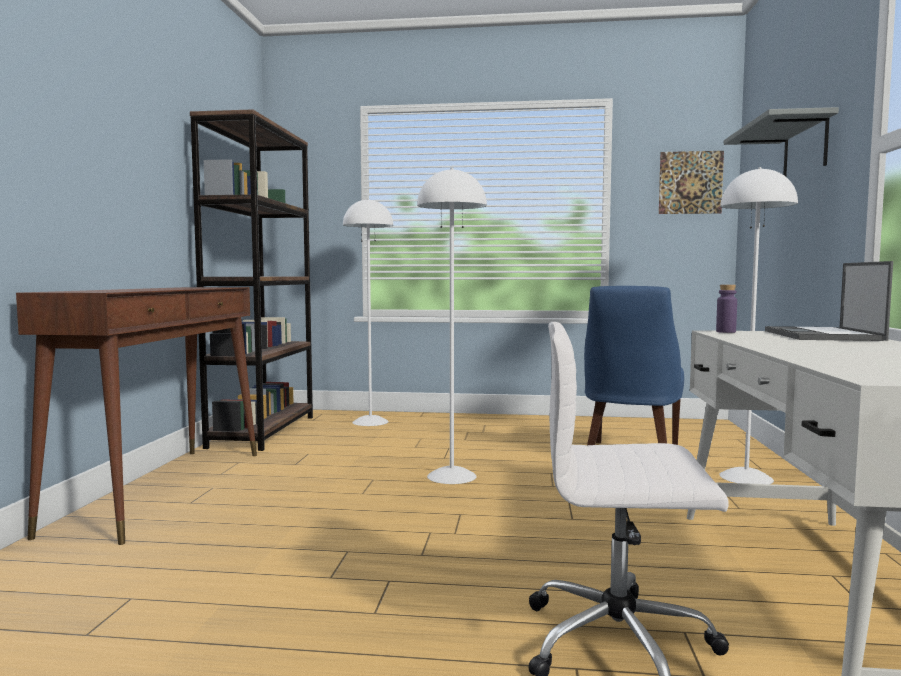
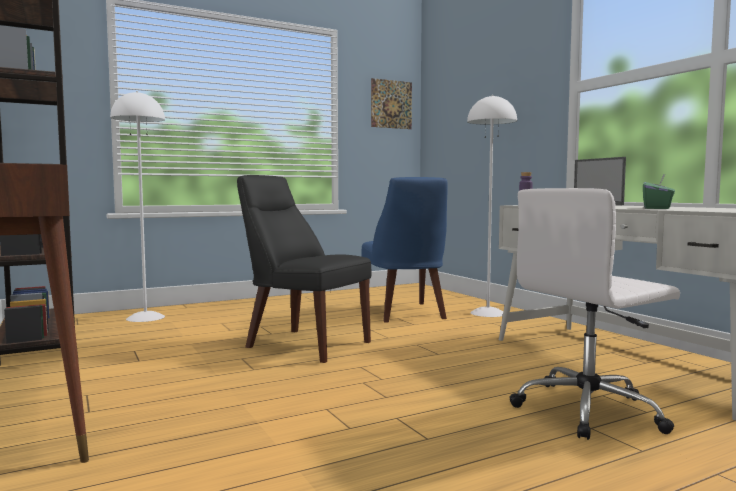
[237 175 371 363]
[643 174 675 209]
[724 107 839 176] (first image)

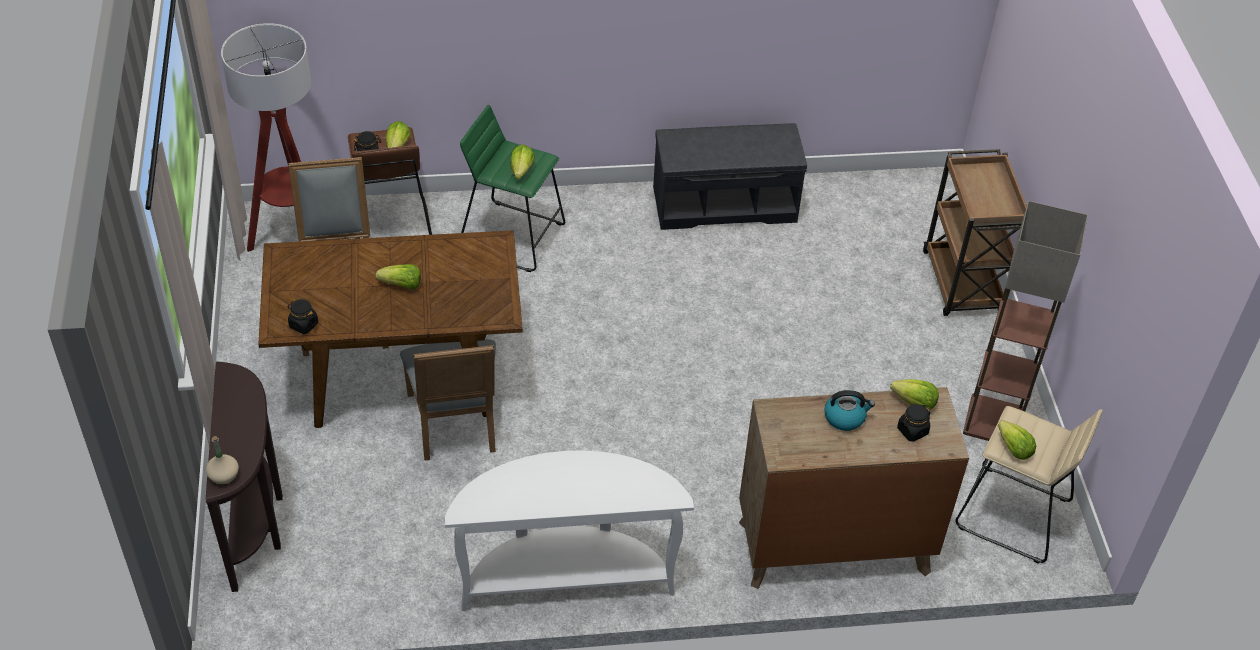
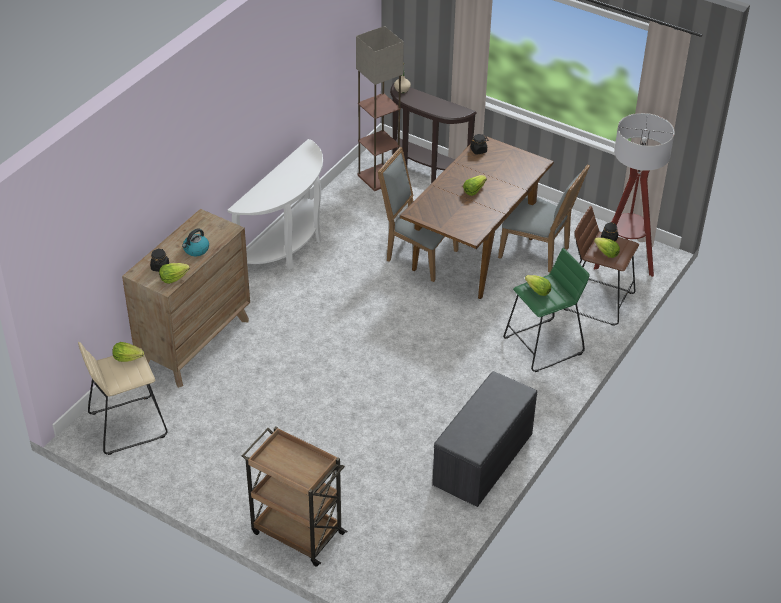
[356 26 404 191]

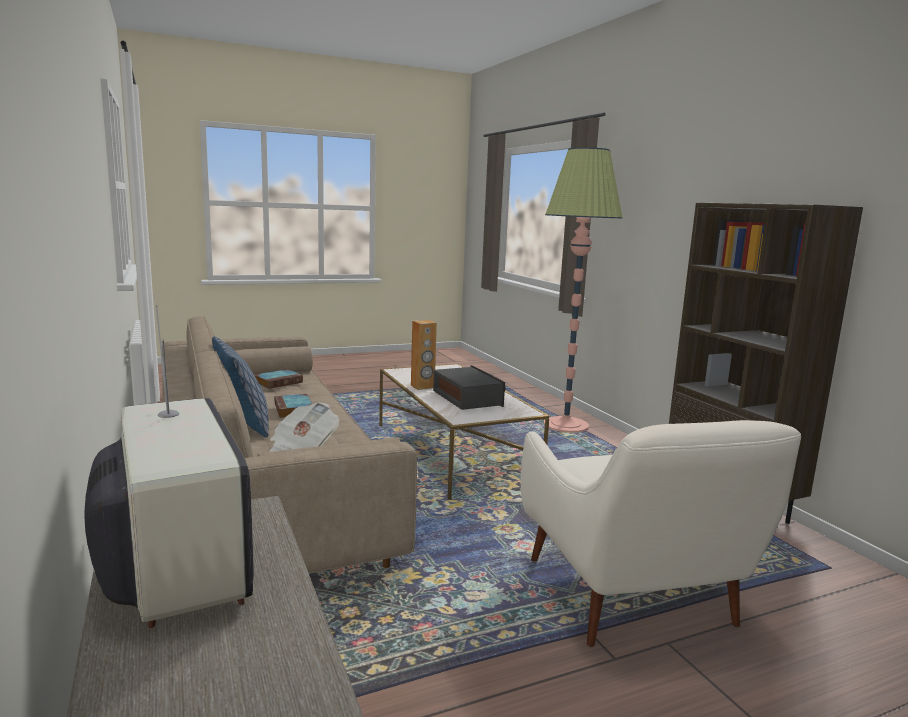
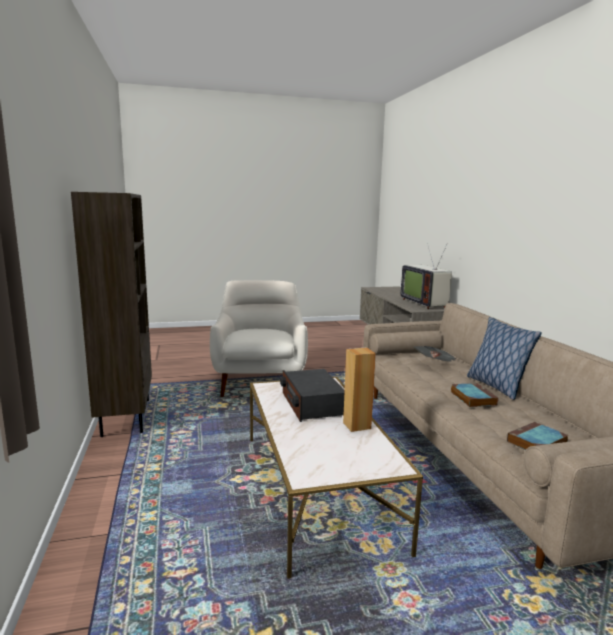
[544 147 623 433] (first image)

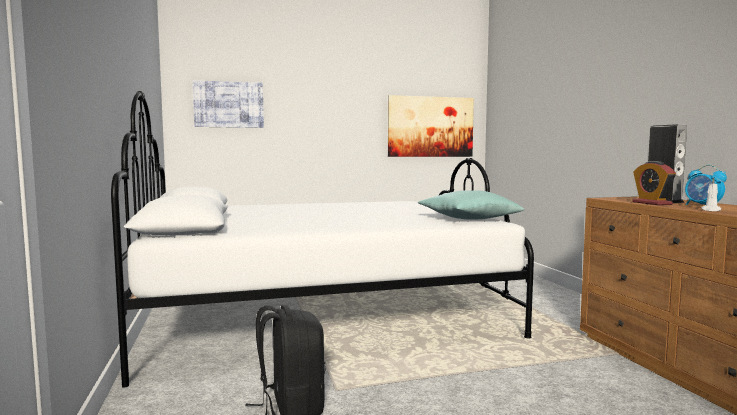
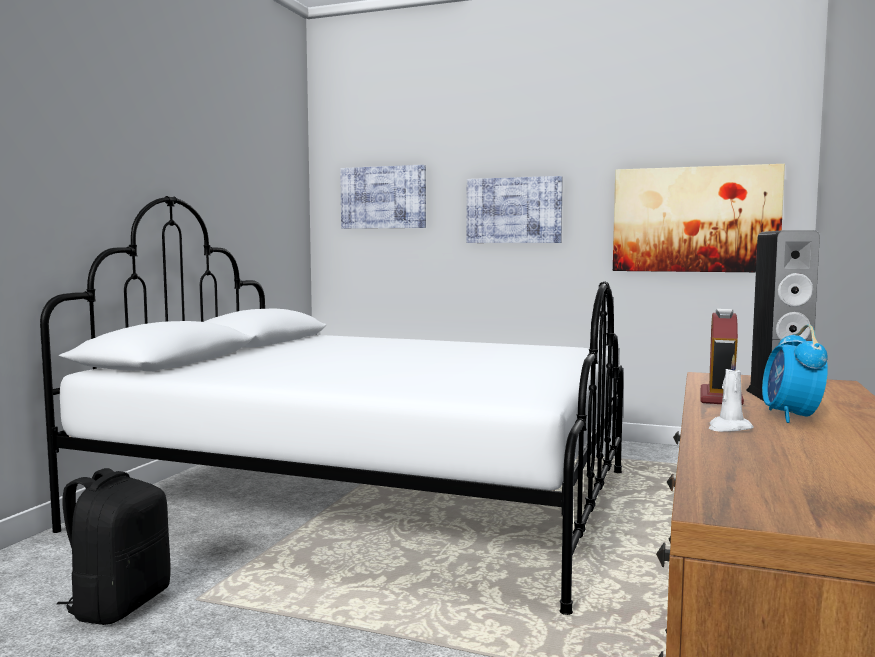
[466 176 563 243]
[418 190 525 220] (first image)

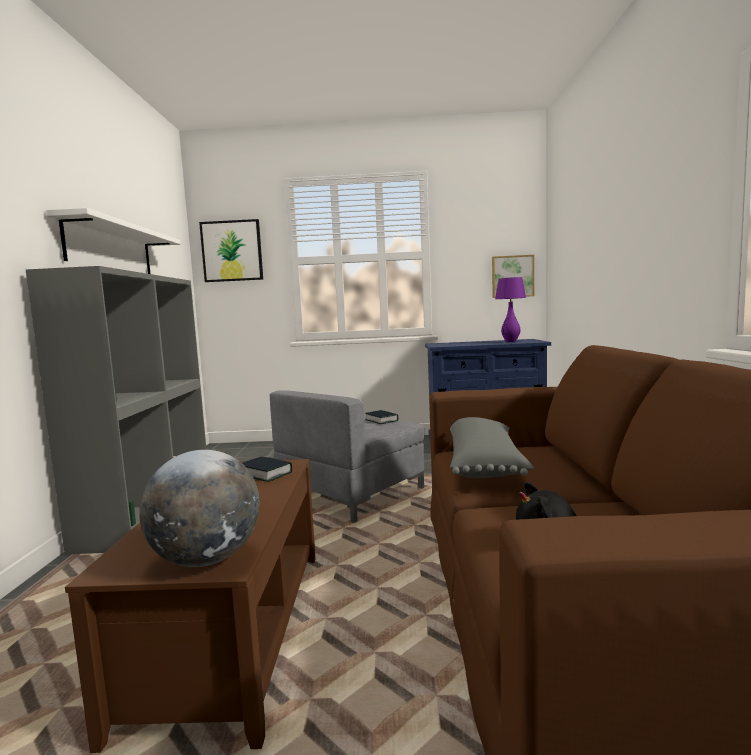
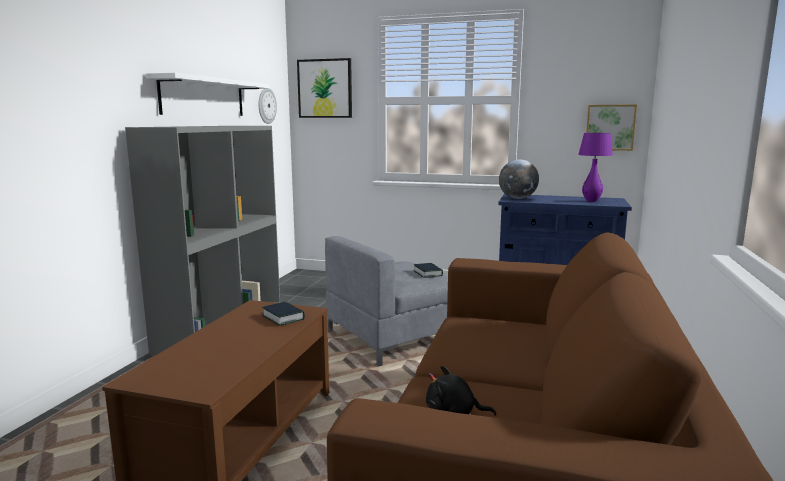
[259 88 277 124]
[499 159 539 199]
[450 417 534 478] (first image)

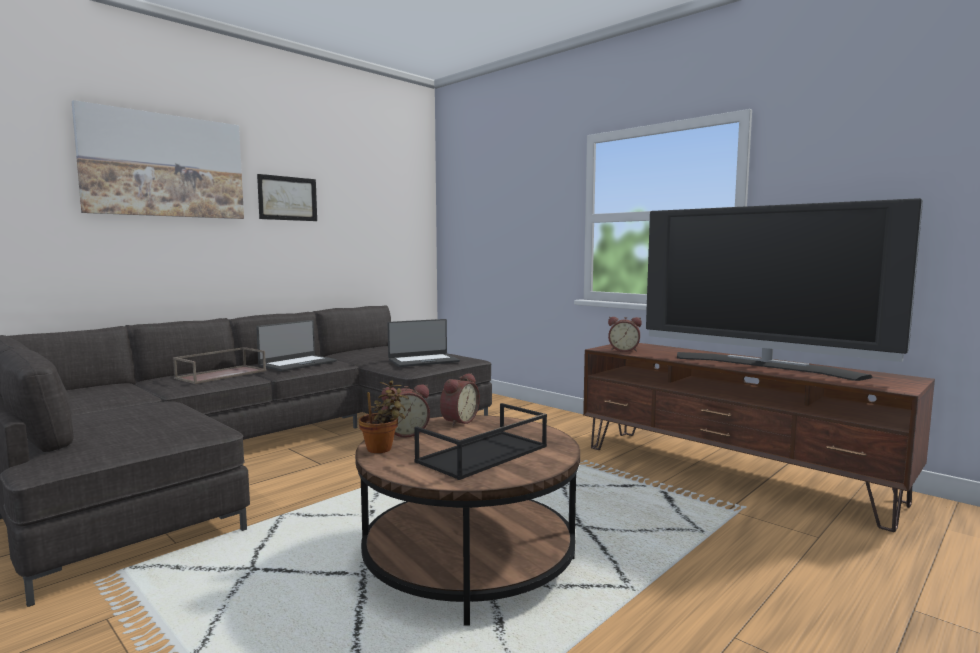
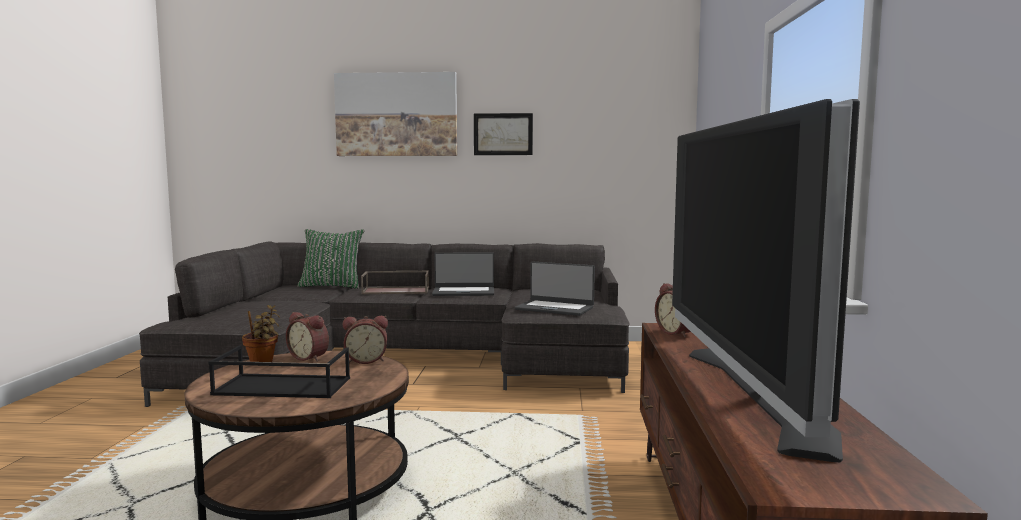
[297 229 364 289]

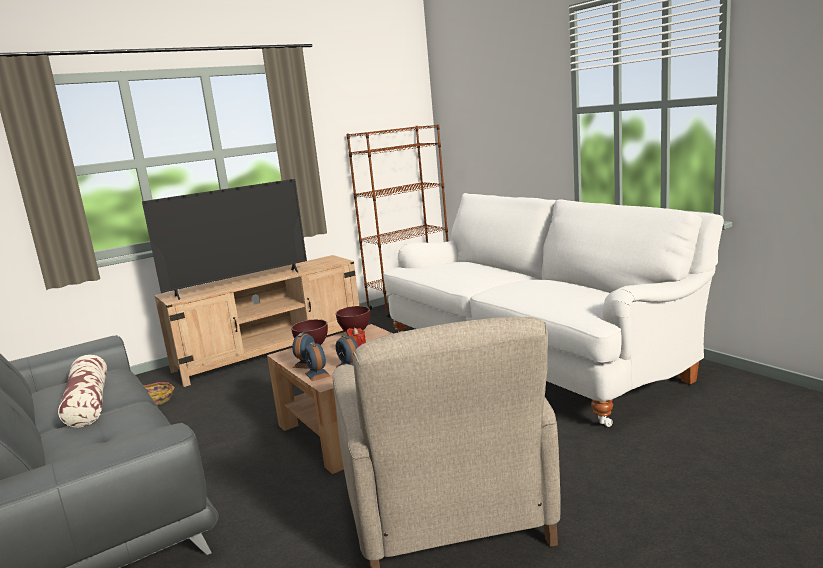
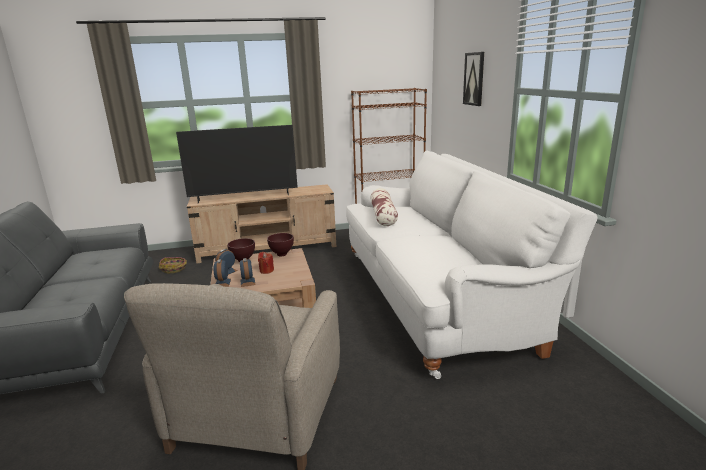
[370 188 398 226]
[463 52 484 106]

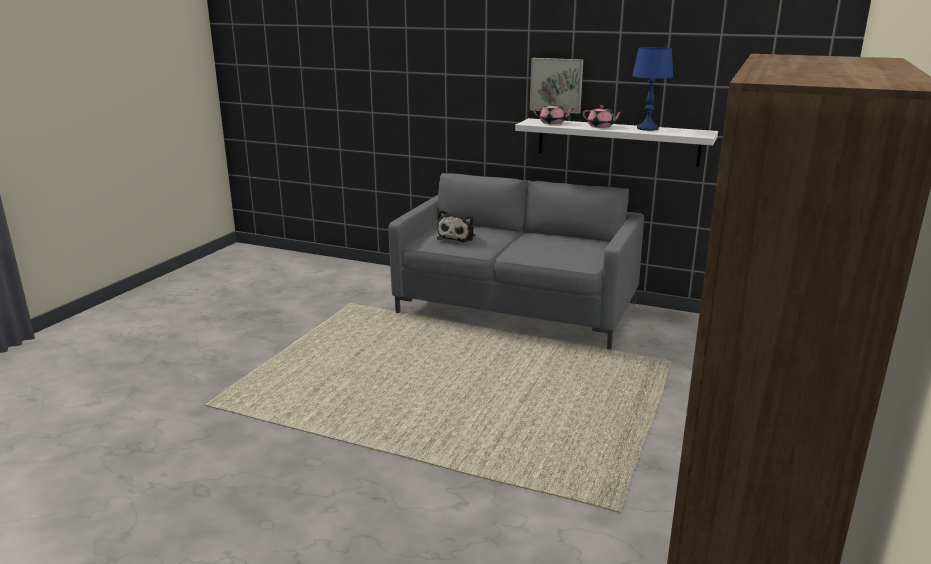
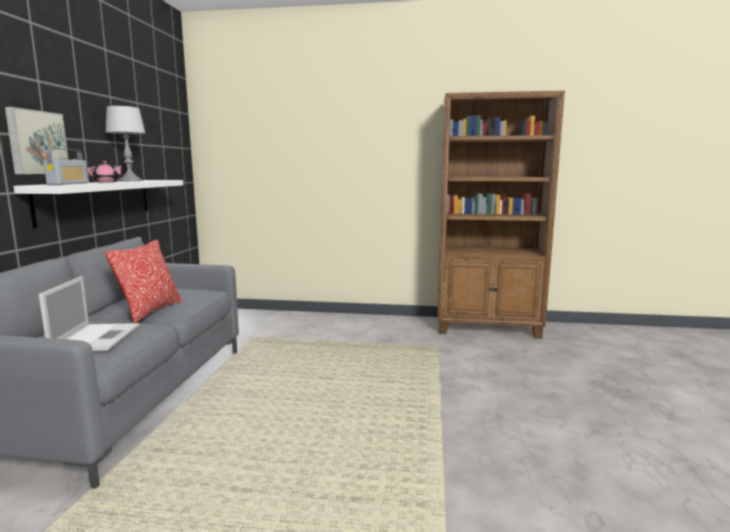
[39 276 140 351]
[43 148 88 185]
[105 106 146 181]
[105 240 183 323]

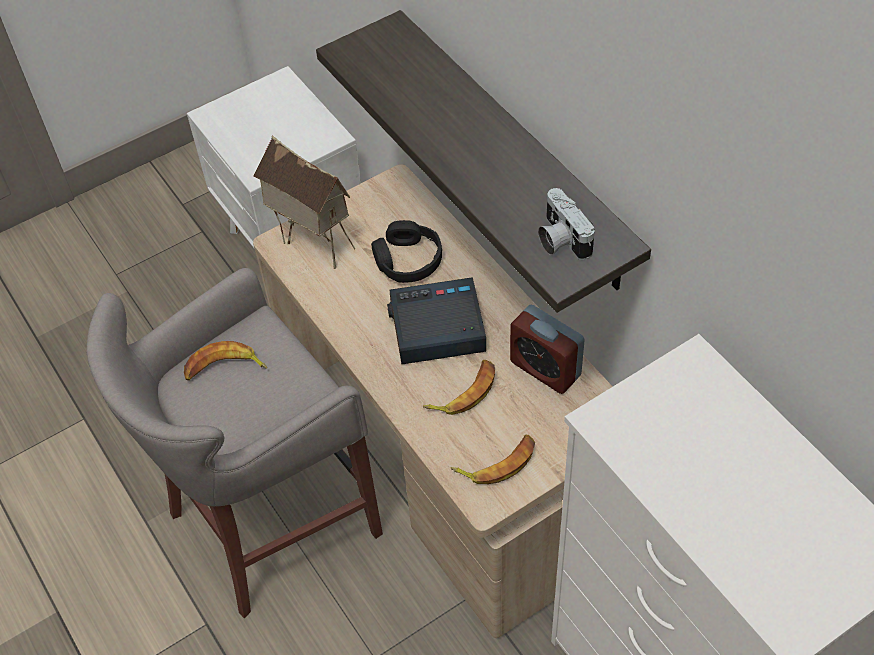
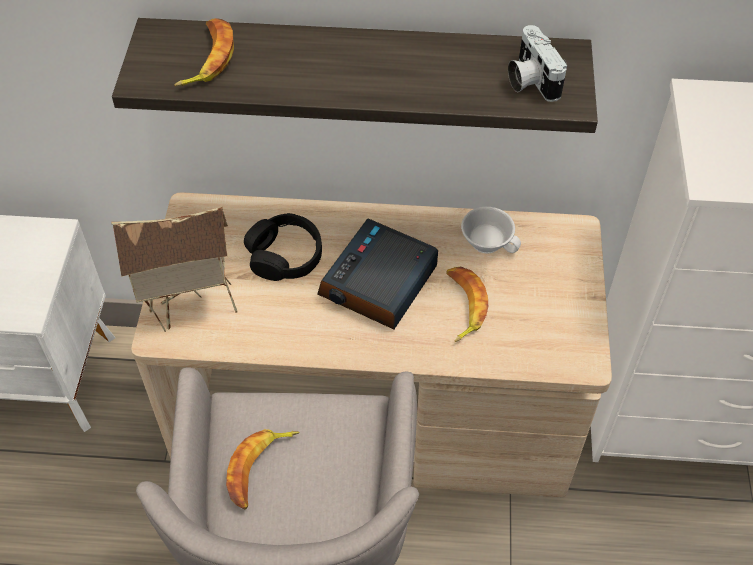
[175 18 234 86]
[461 207 521 253]
[508 25 567 102]

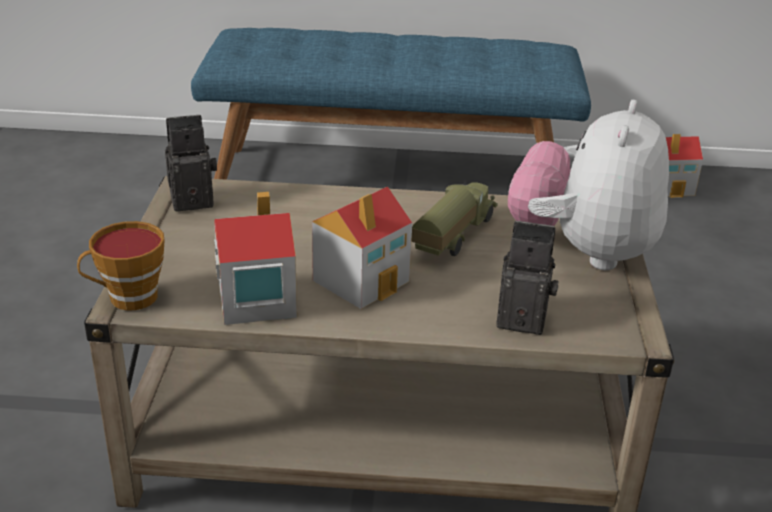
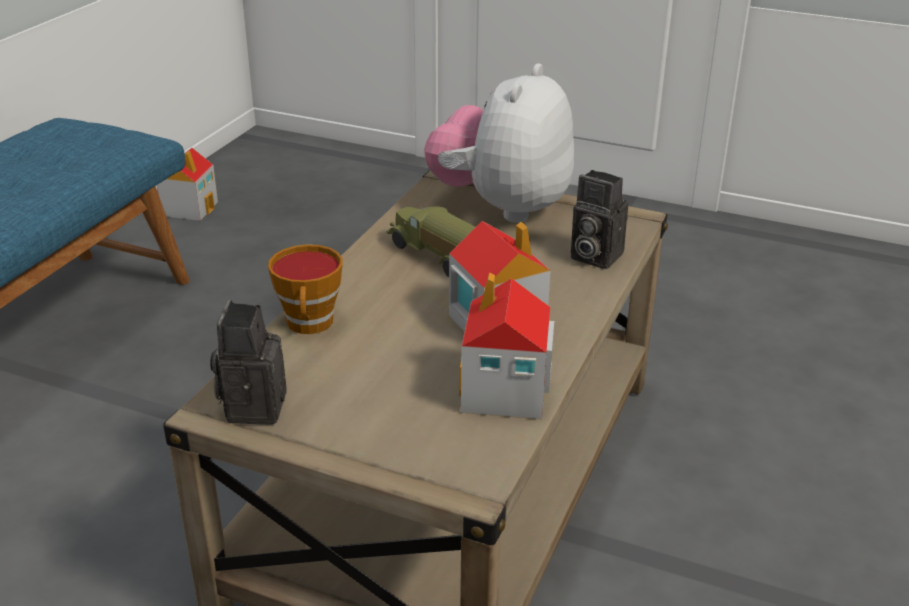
[268 244 343 334]
[424 63 574 223]
[571 170 628 269]

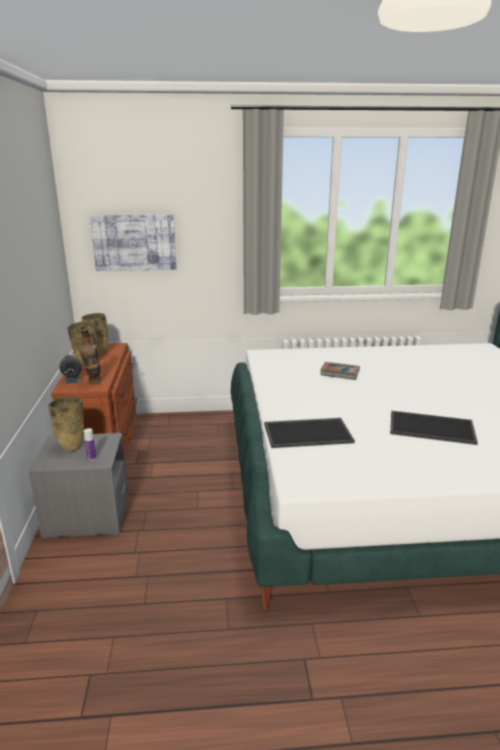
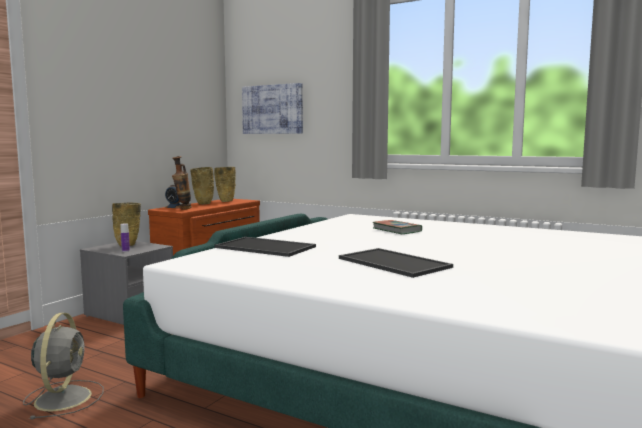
[23 313 104 420]

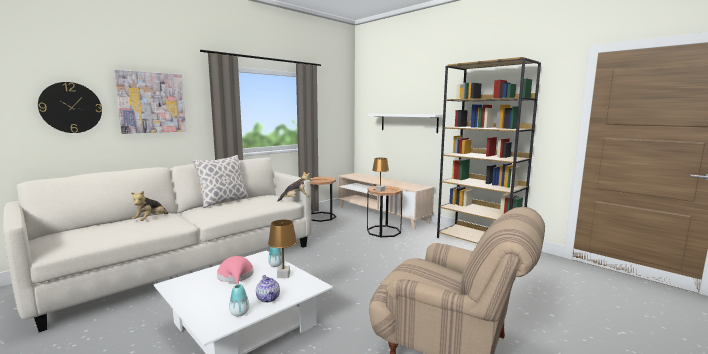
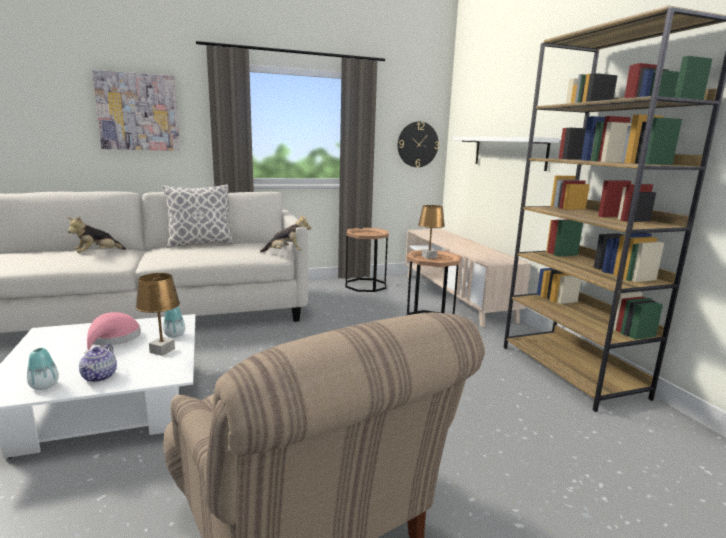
[398 122 439 167]

